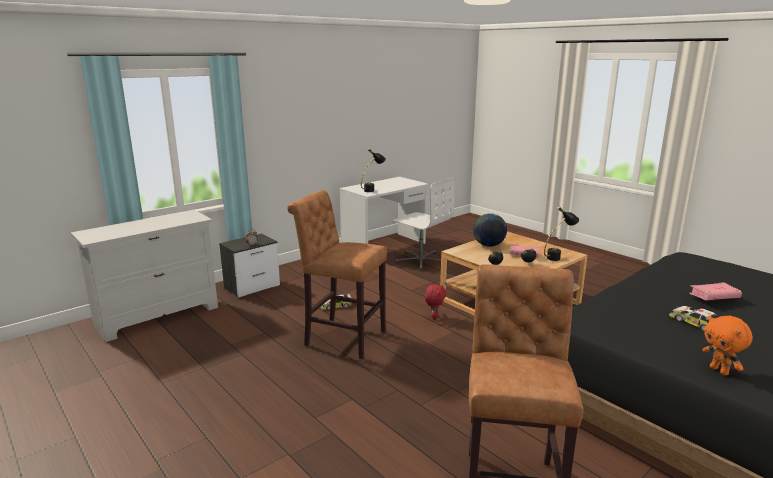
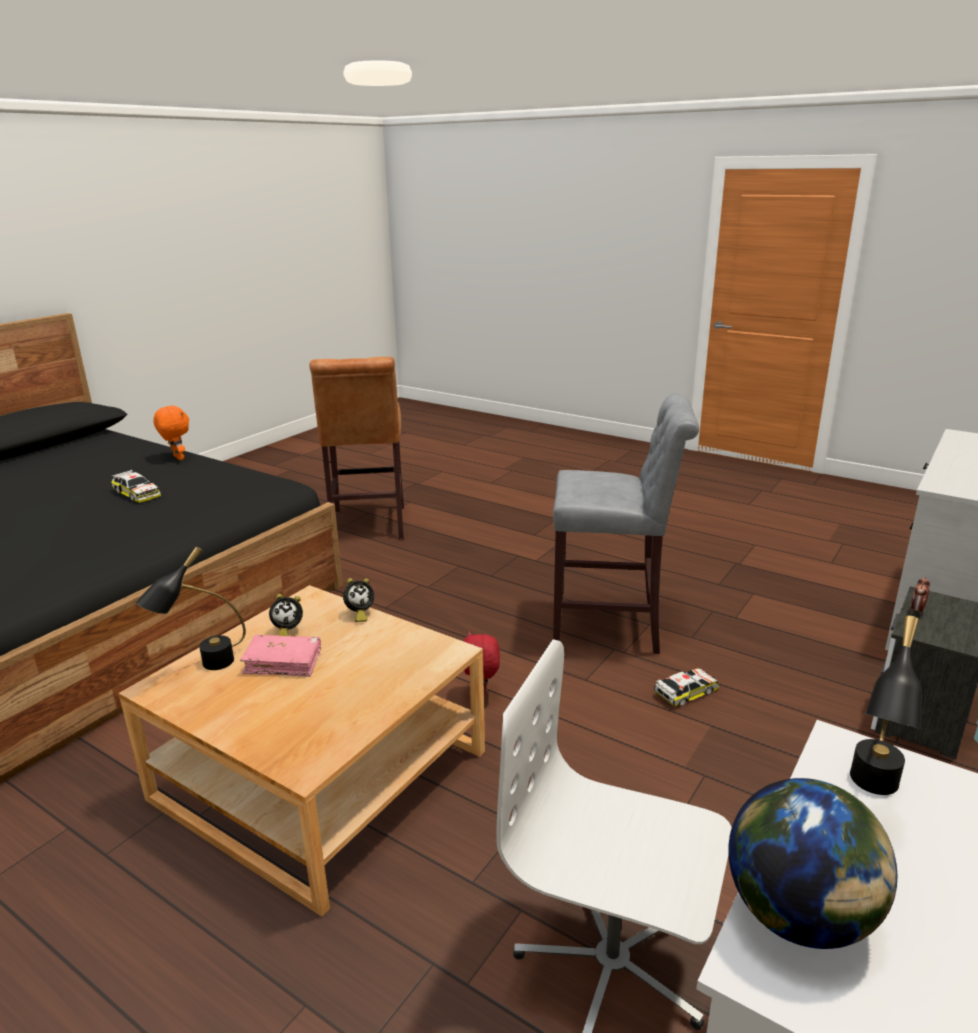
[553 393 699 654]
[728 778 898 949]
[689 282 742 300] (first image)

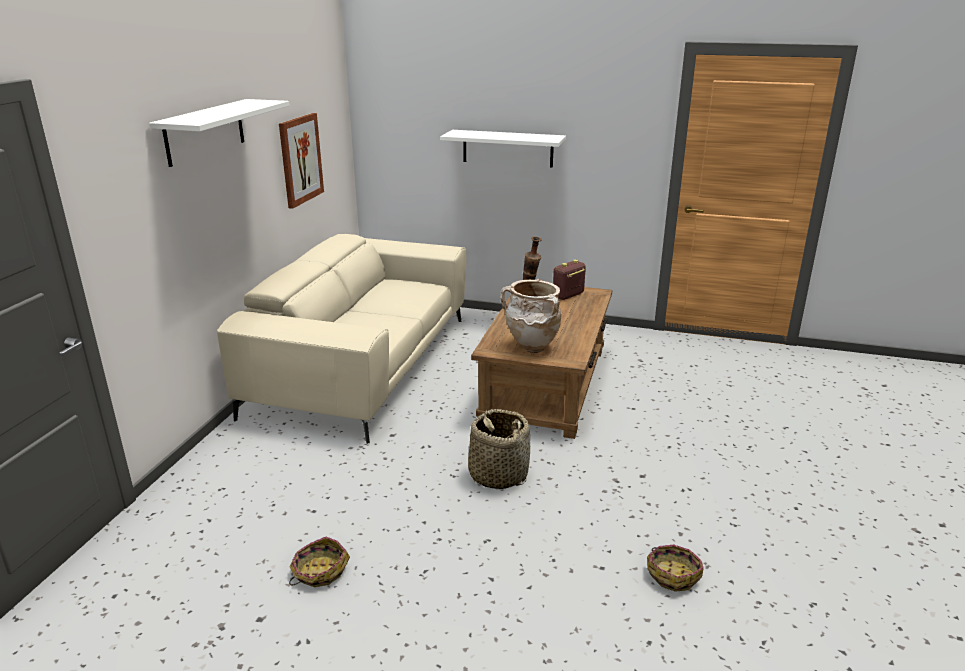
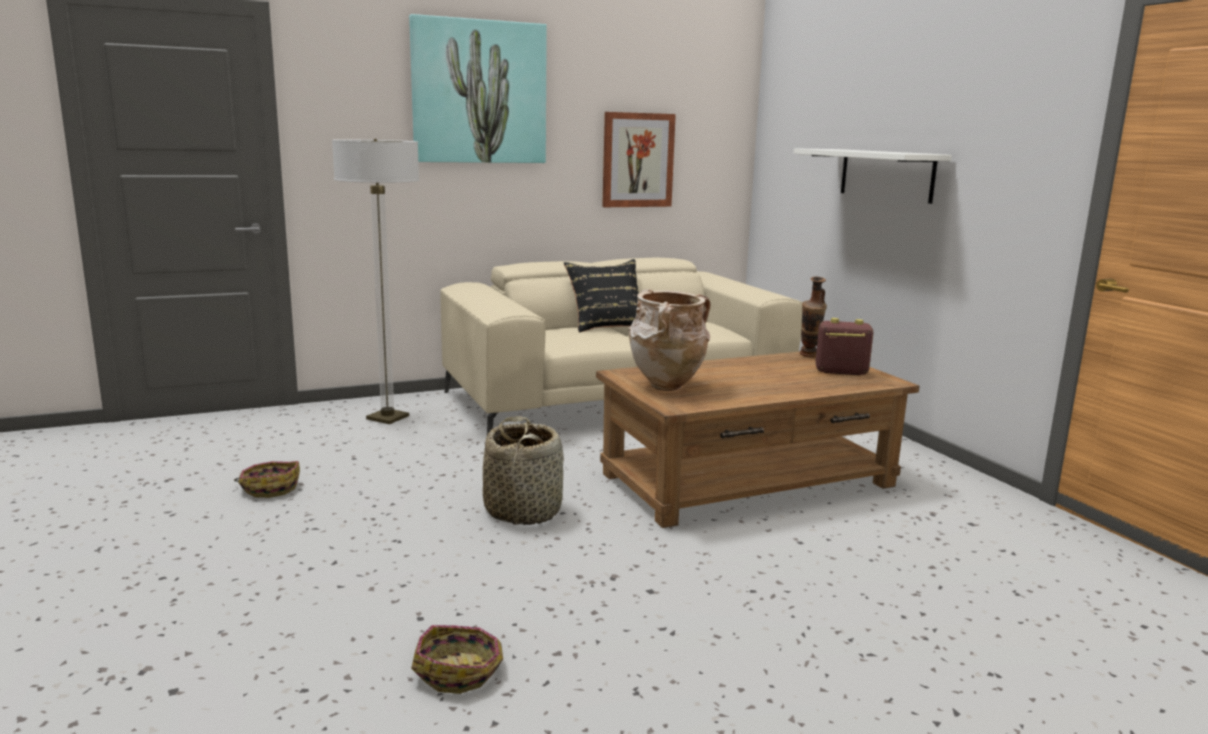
[332 139 420 424]
[409 14 547 163]
[564 259 639 332]

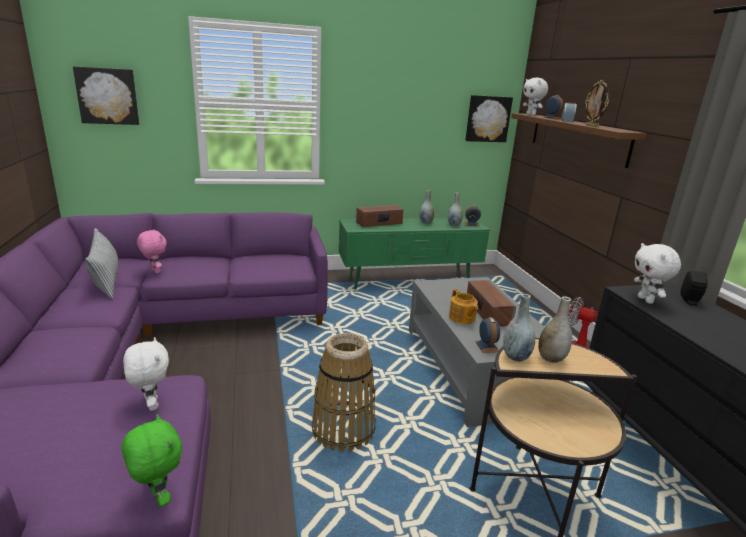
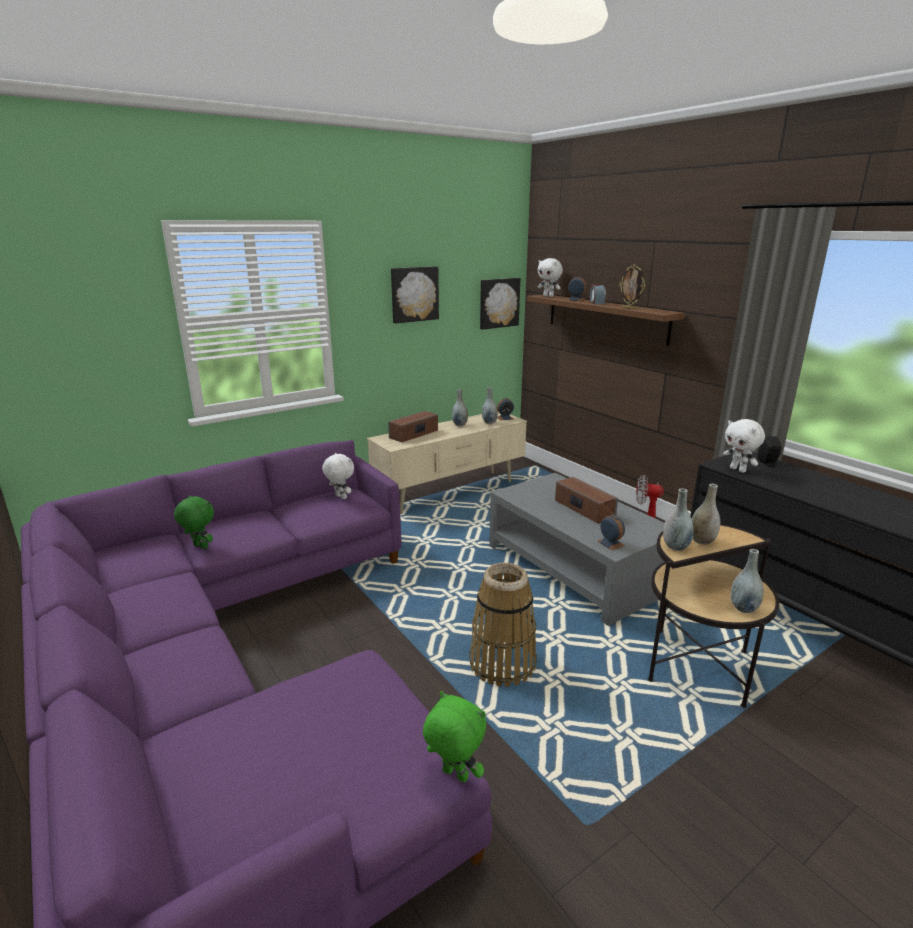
[174 495 214 549]
[322 453 354 500]
[367 412 527 514]
[391 266 439 324]
[731 549 764 613]
[85 228 118 300] (first image)
[449 289 478 324] (first image)

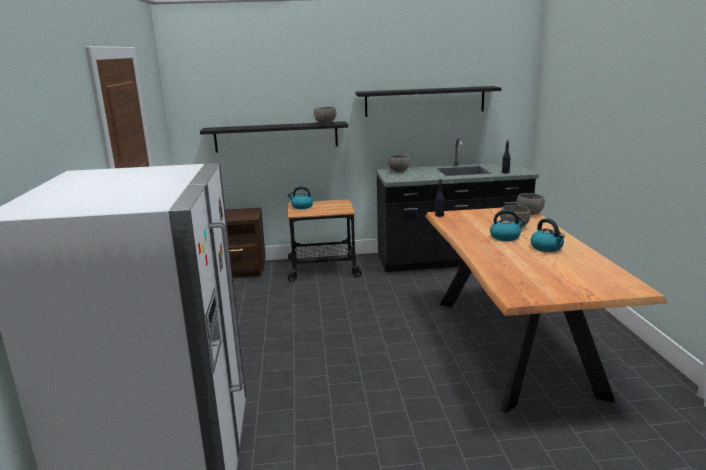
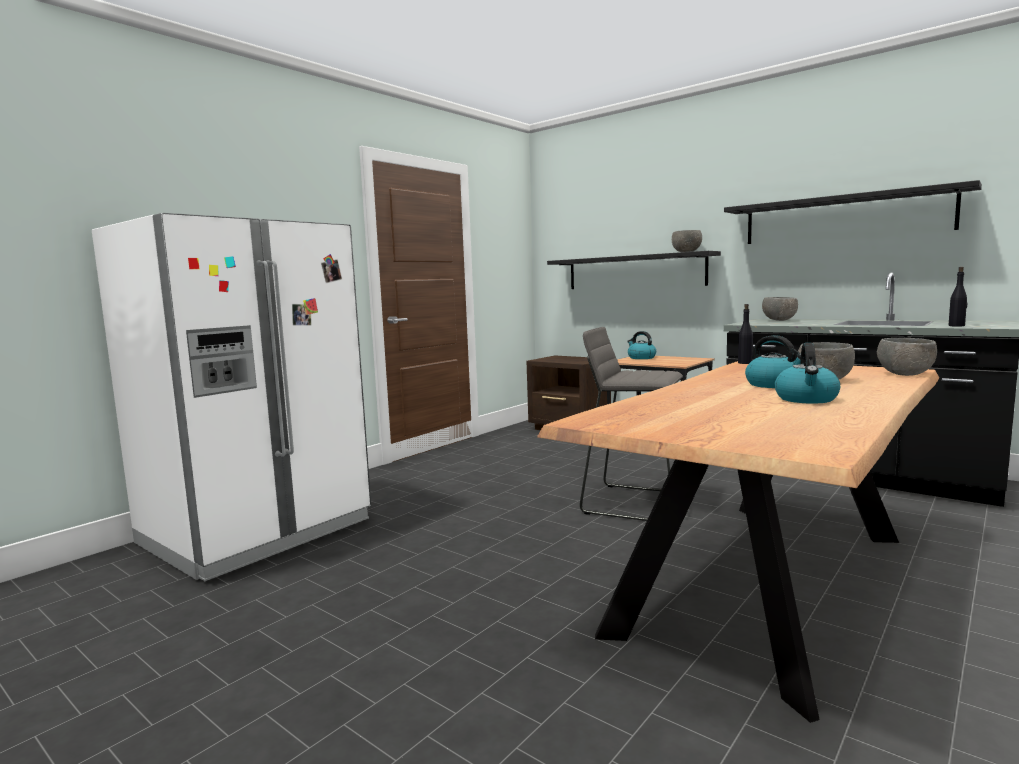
[580 327 683 521]

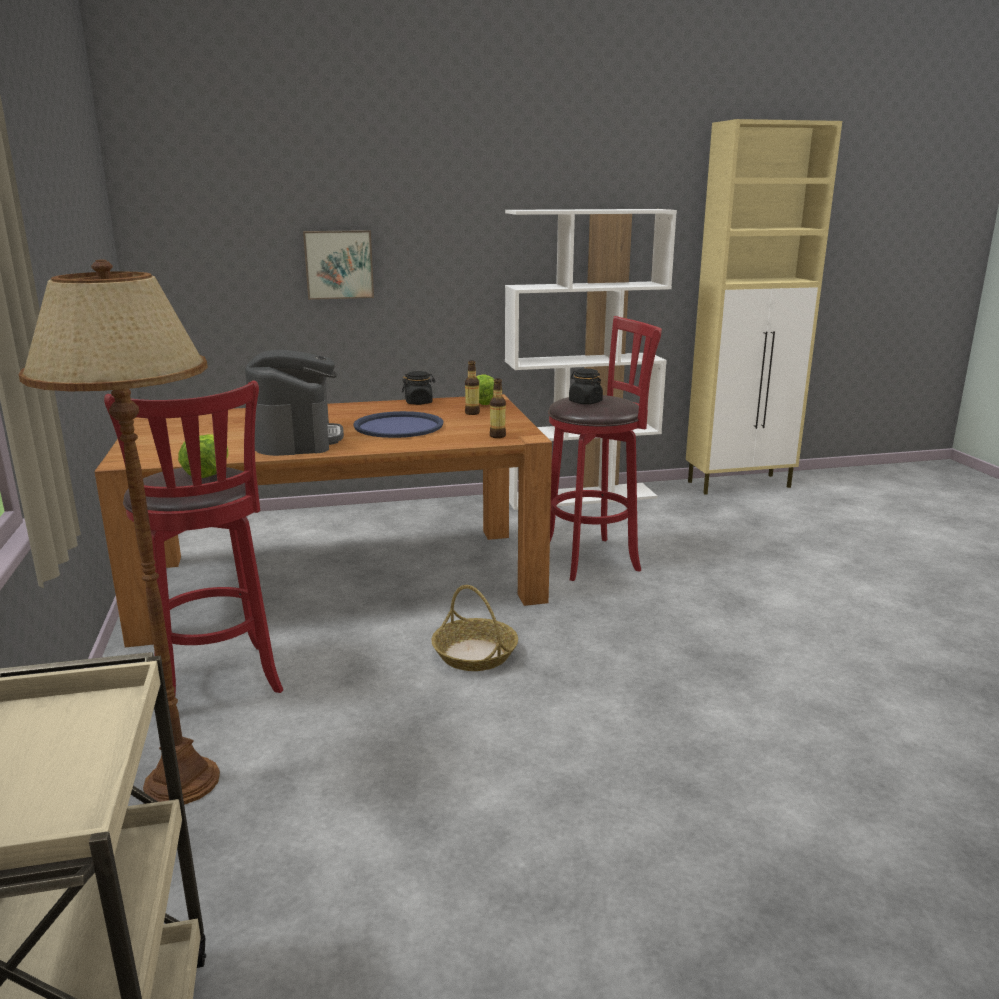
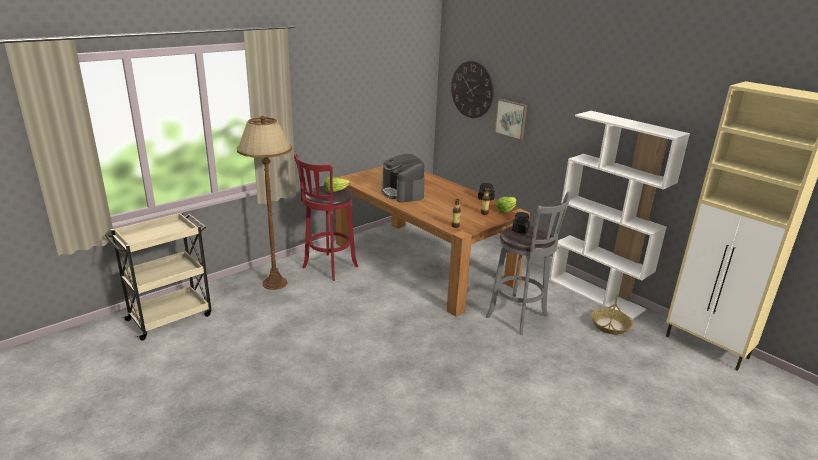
[381 154 425 203]
[451 61 494 118]
[486 192 571 335]
[591 294 633 335]
[353 411 443 438] (first image)

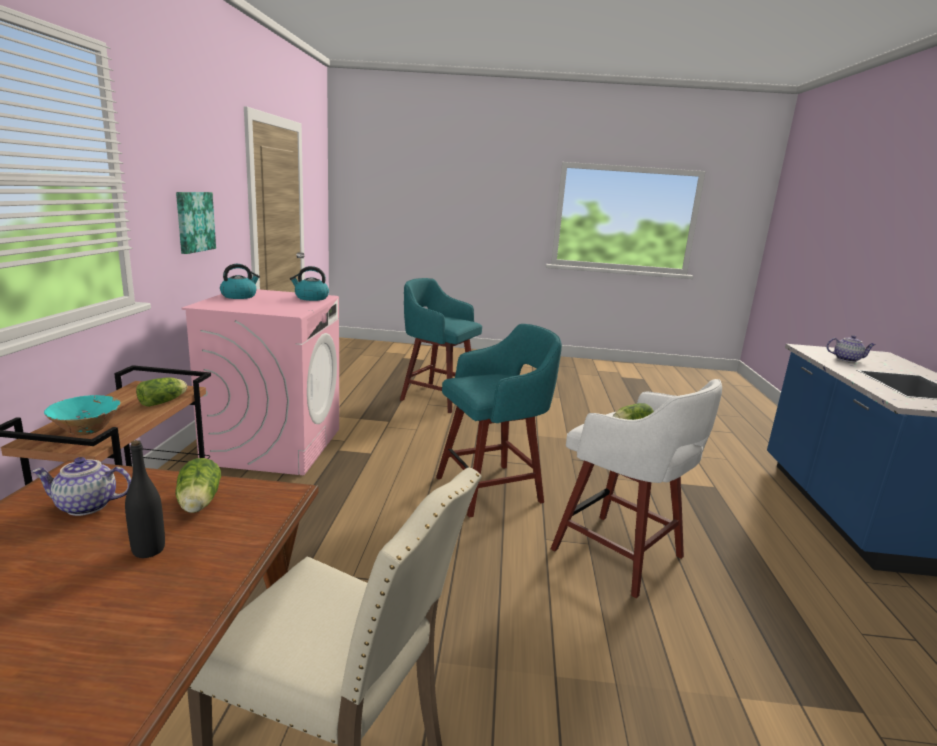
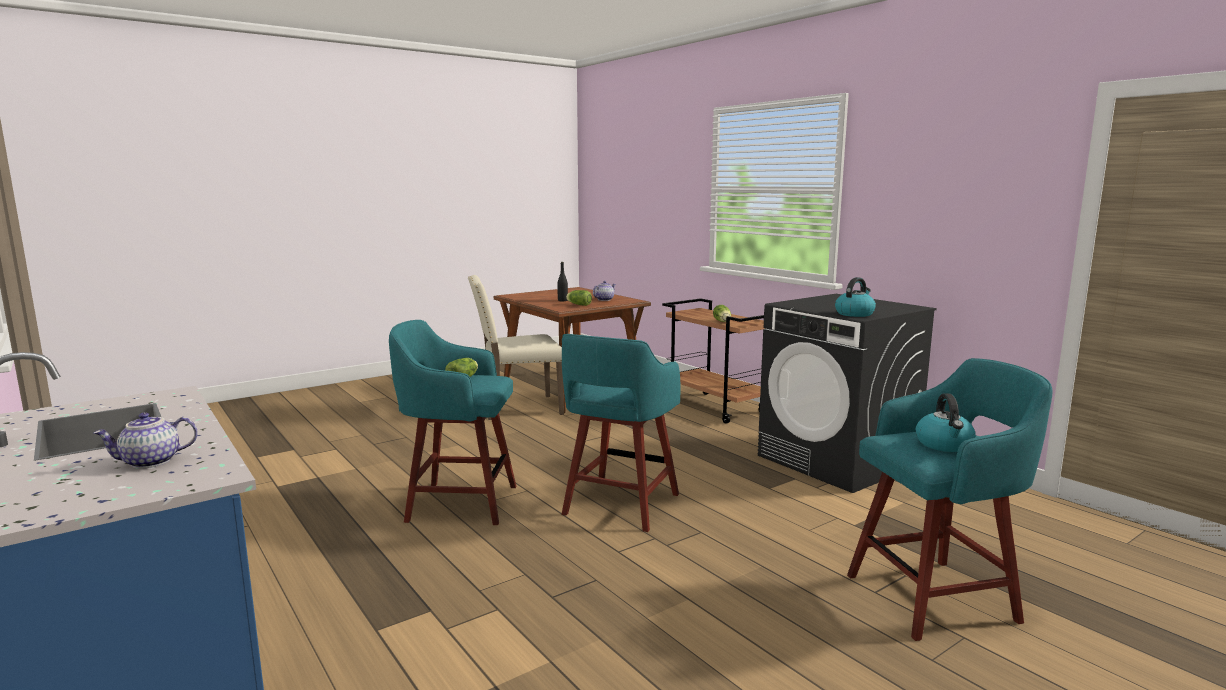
[389 320 516 525]
[758 294 937 493]
[916 393 976 452]
[44 395 121 435] (first image)
[176 192 216 254] (first image)

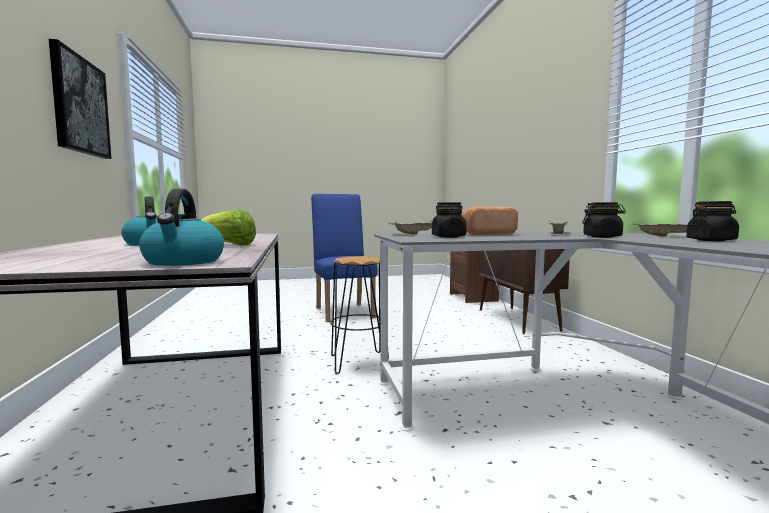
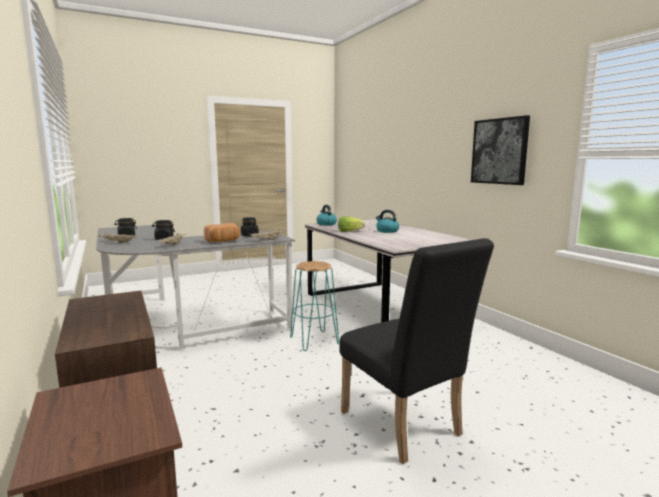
[290 261 339 351]
[339 238 494 464]

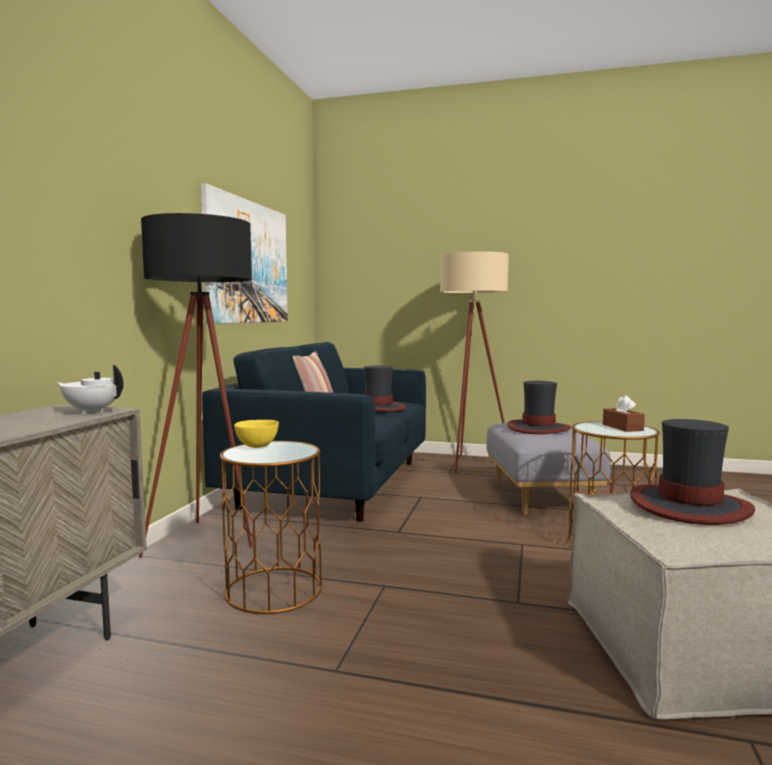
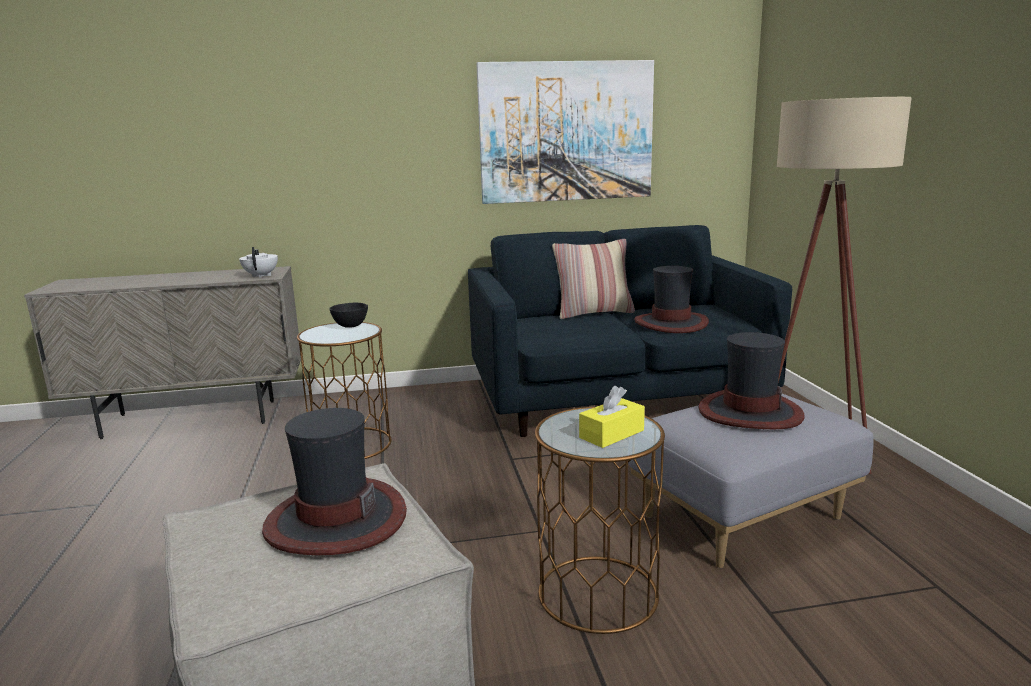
[329 303 368 328]
[579 386 645 448]
[139 213 253 558] (first image)

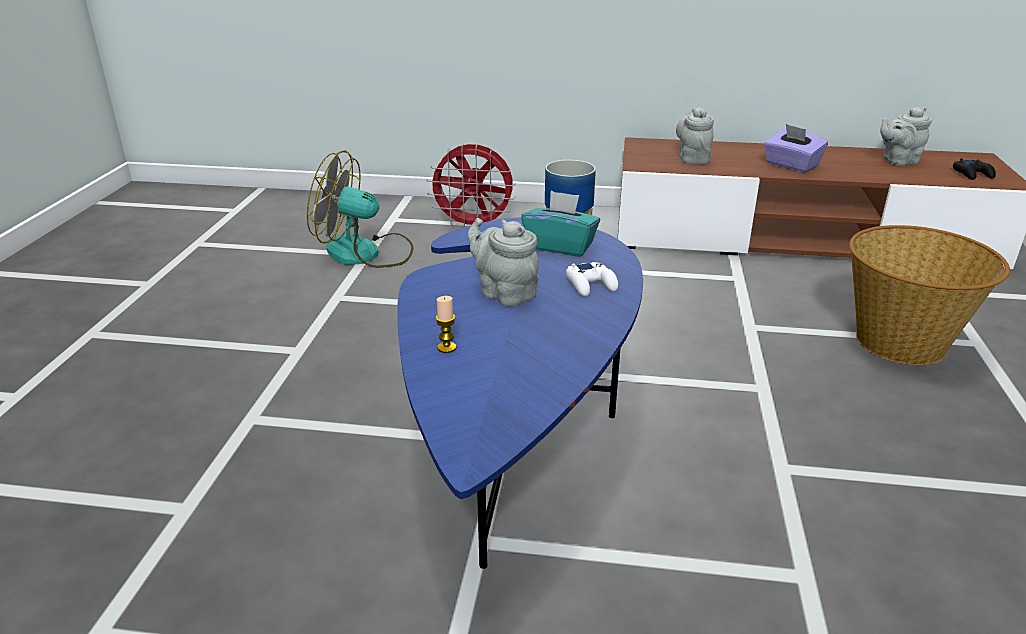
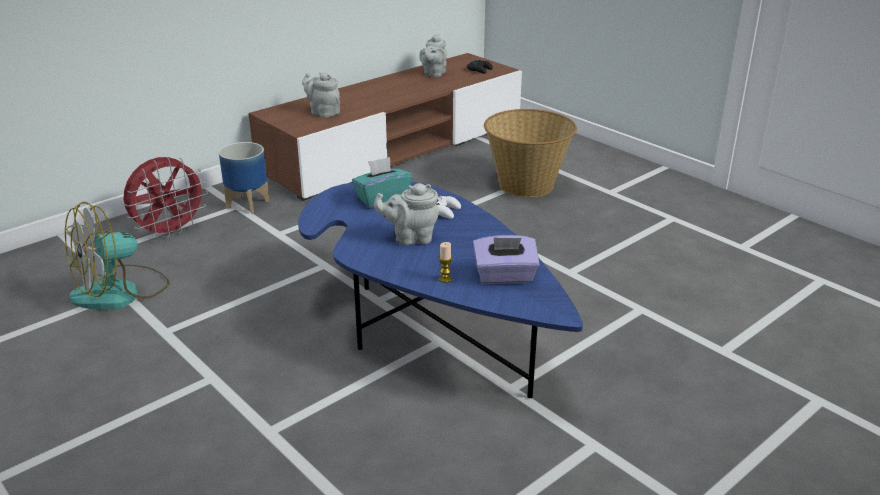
[473 235 540 284]

